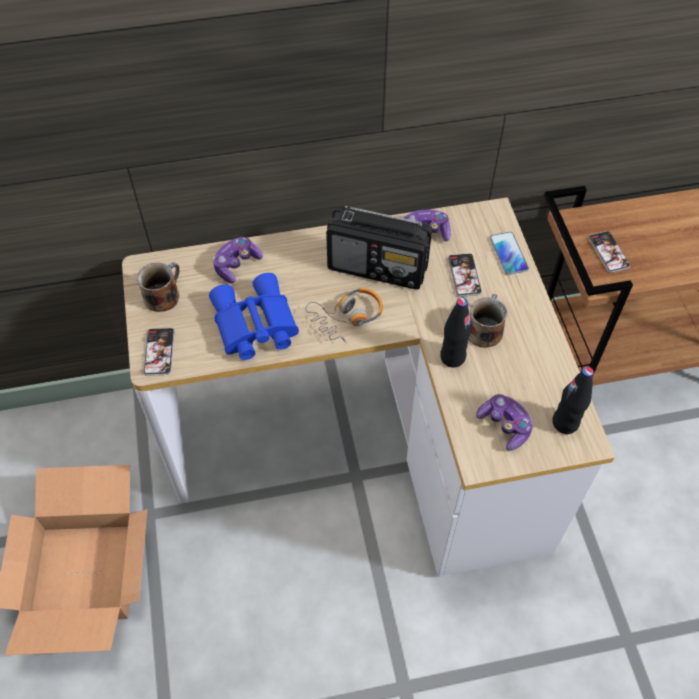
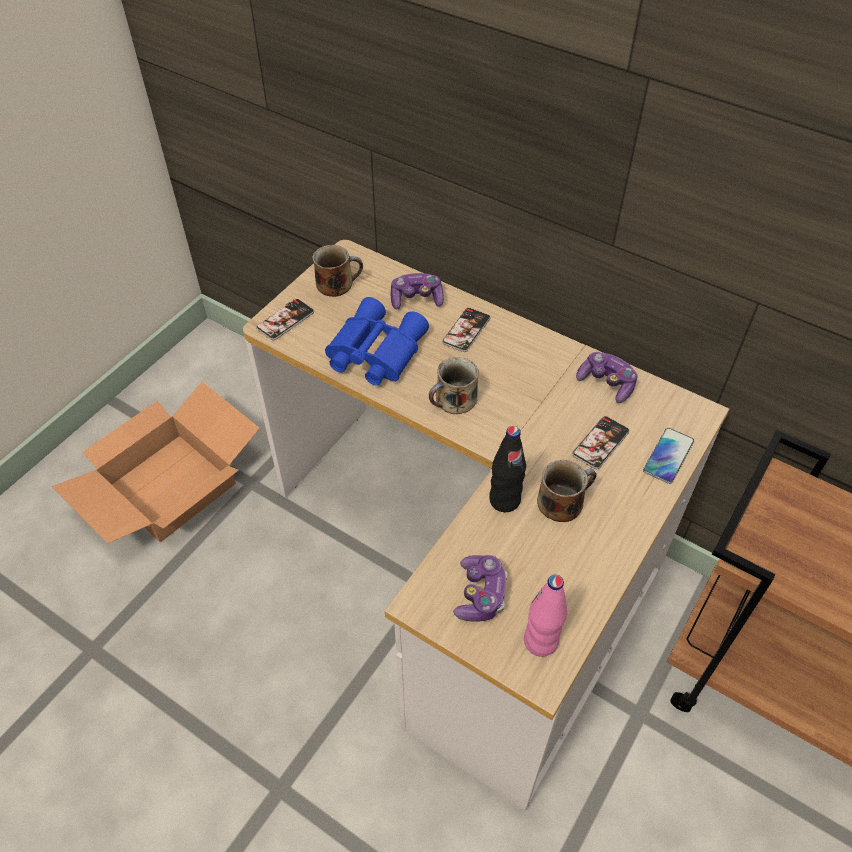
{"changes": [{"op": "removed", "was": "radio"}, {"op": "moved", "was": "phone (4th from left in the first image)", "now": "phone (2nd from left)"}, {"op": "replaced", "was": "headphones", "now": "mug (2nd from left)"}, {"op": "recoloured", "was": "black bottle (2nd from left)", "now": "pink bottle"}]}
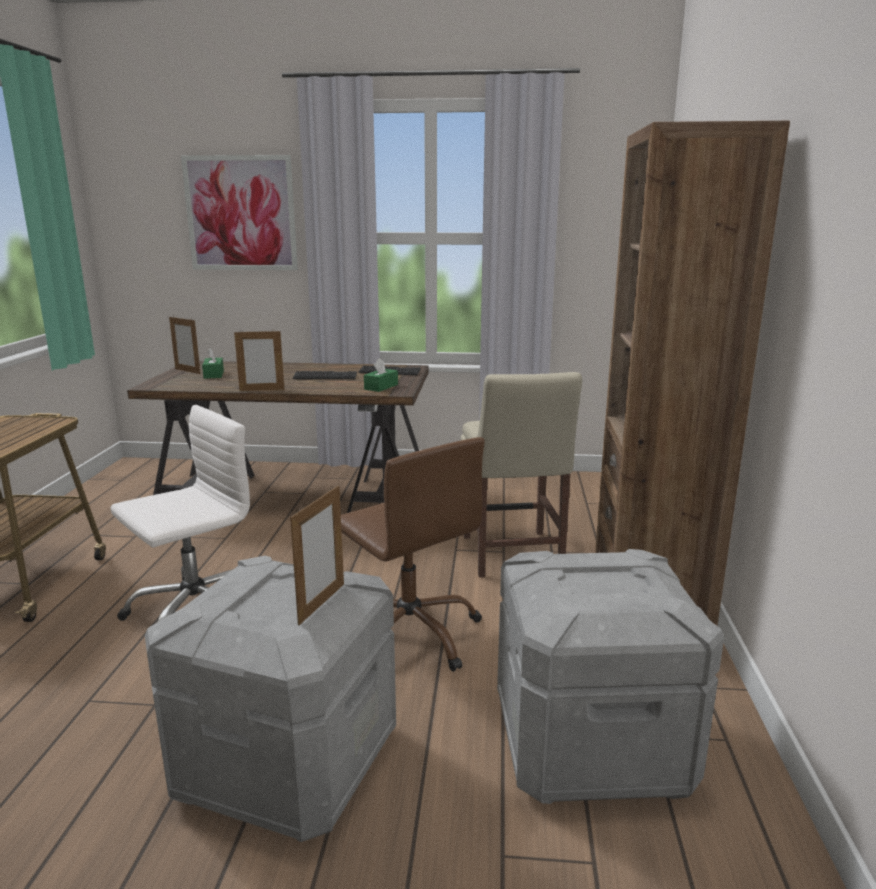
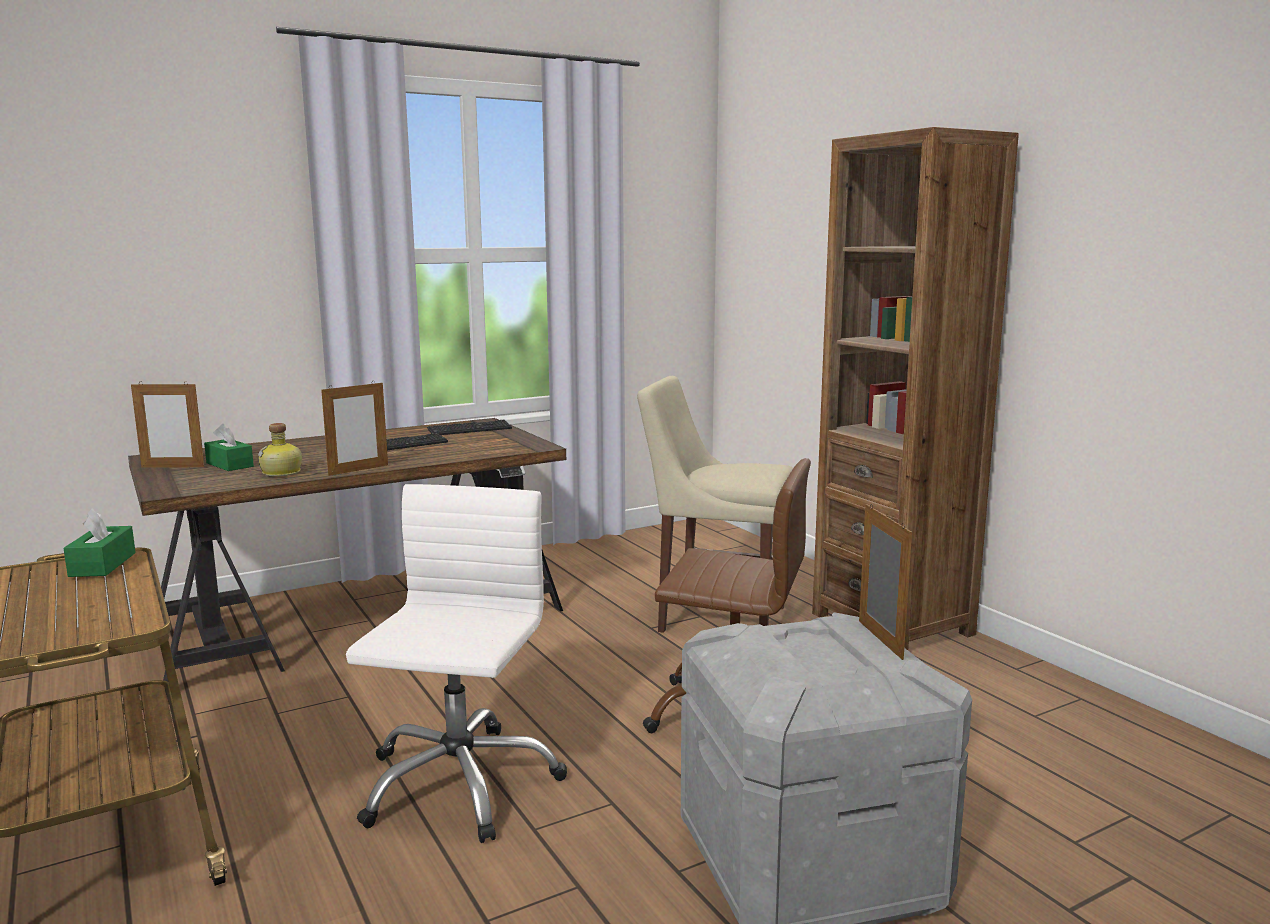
{"changes": [{"op": "removed", "was": "picture"}, {"op": "moved", "was": "green tissue box (2nd from left in the first image)", "now": "green tissue box (1st from left)"}, {"op": "turned", "was": "beige chair", "clockwise": 150}, {"op": "removed", "was": "grey storage box (2nd from left)"}, {"op": "added", "now": "bottle"}]}
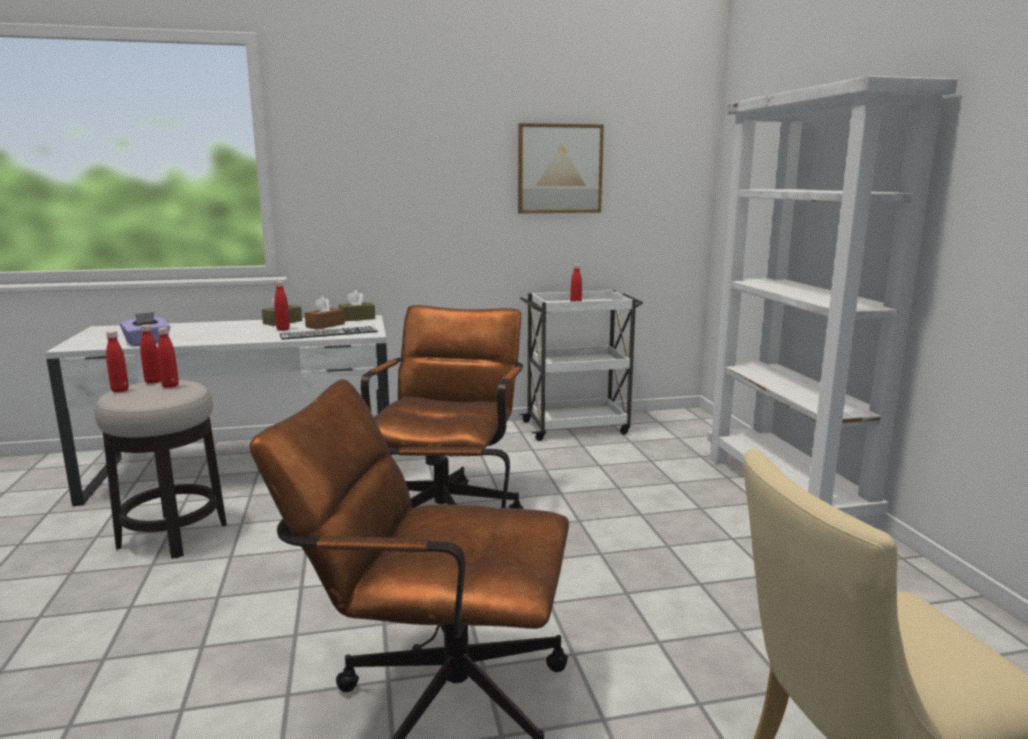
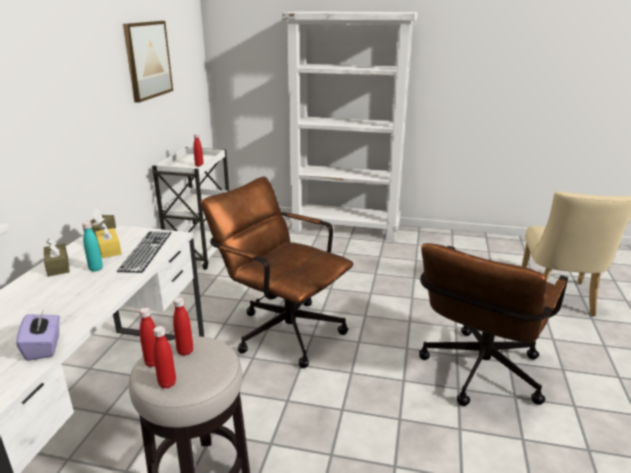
{"changes": [{"op": "recoloured", "was": "red bottle (4th from left)", "now": "turquoise bottle"}, {"op": "recoloured", "was": "brown tissue box (2nd from left)", "now": "yellow tissue box"}]}
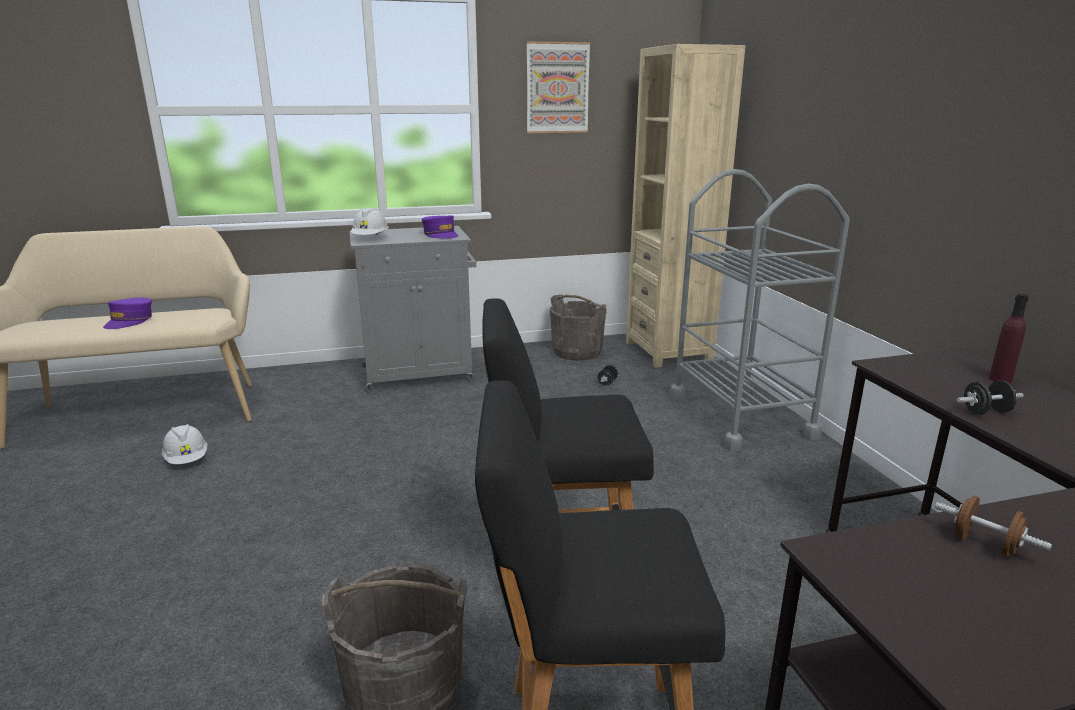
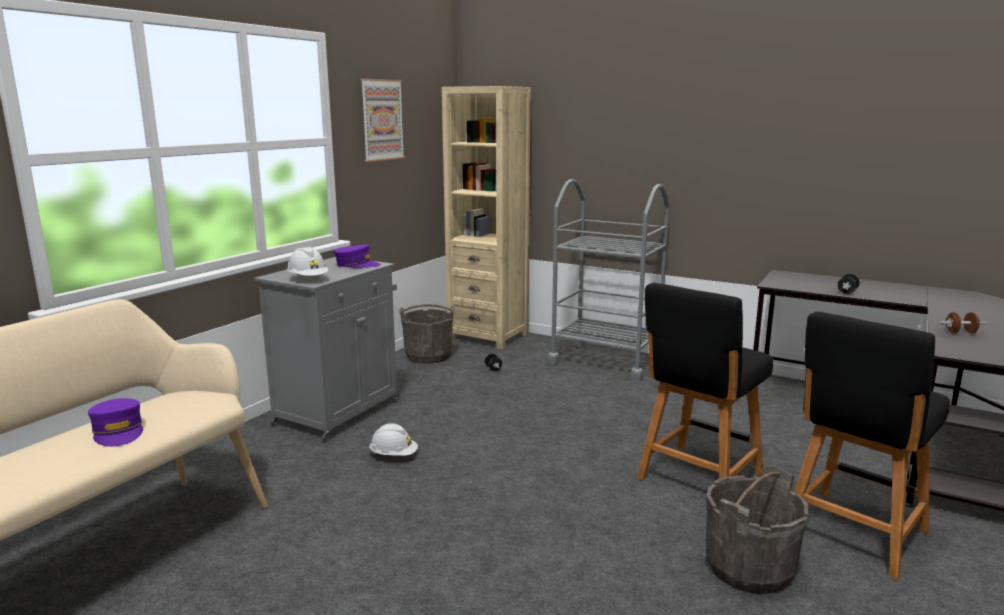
{"changes": [{"op": "removed", "was": "purple bottle"}, {"op": "moved", "was": "white hard hat (1st from left in the first image)", "now": "white hard hat (2nd from left)"}]}
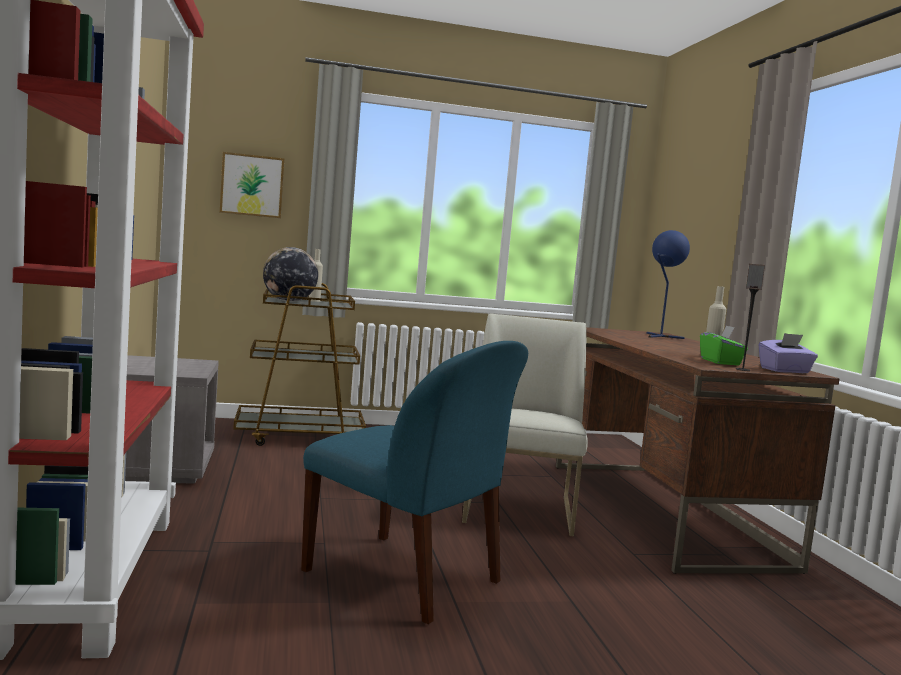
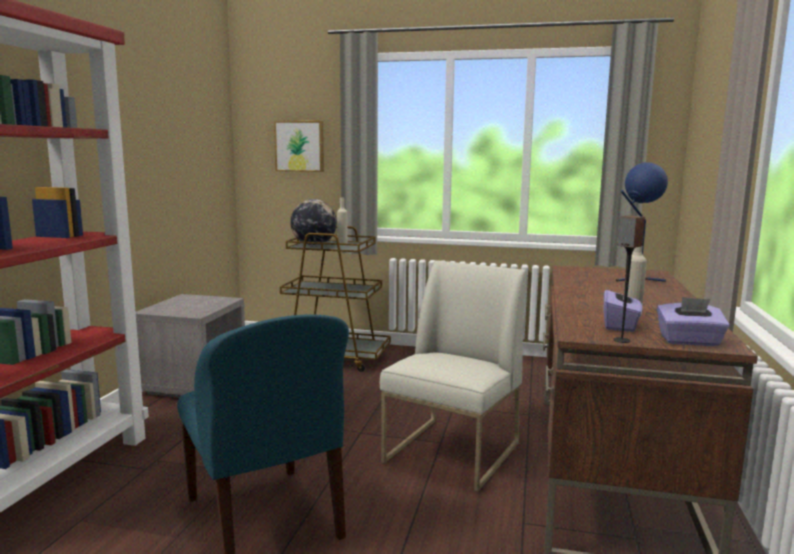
{"changes": [{"op": "recoloured", "was": "green tissue box", "now": "purple tissue box (1st from left)"}]}
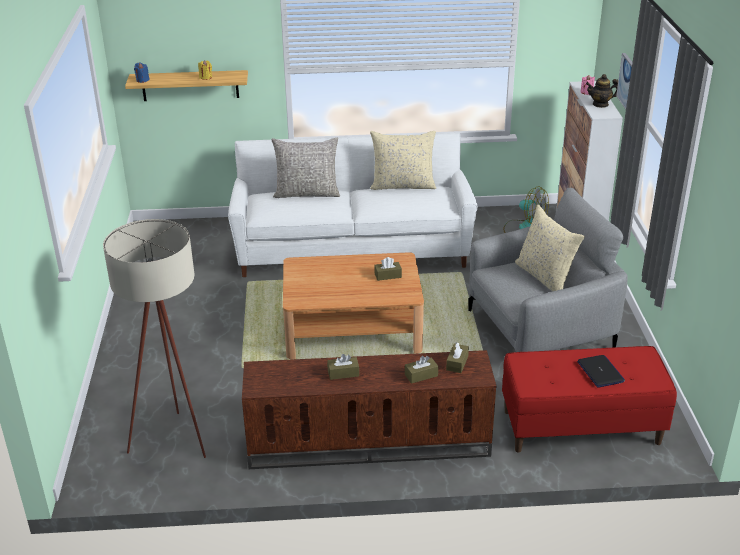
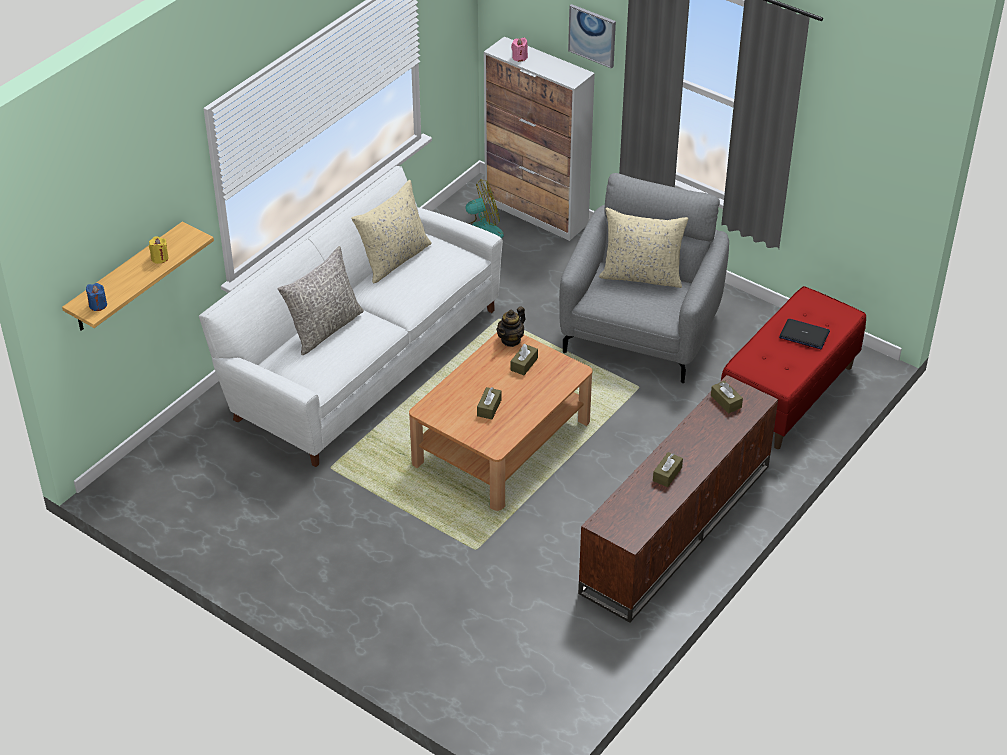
{"changes": [{"op": "moved", "was": "teapot"}, {"op": "removed", "was": "beige floor lamp"}, {"op": "moved", "was": "brown tissue box (3rd from left in the first image)", "now": "brown tissue box (1st from left)"}]}
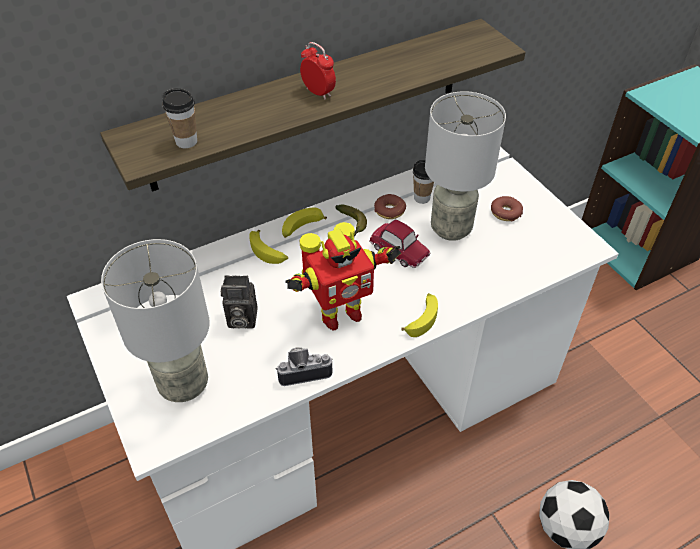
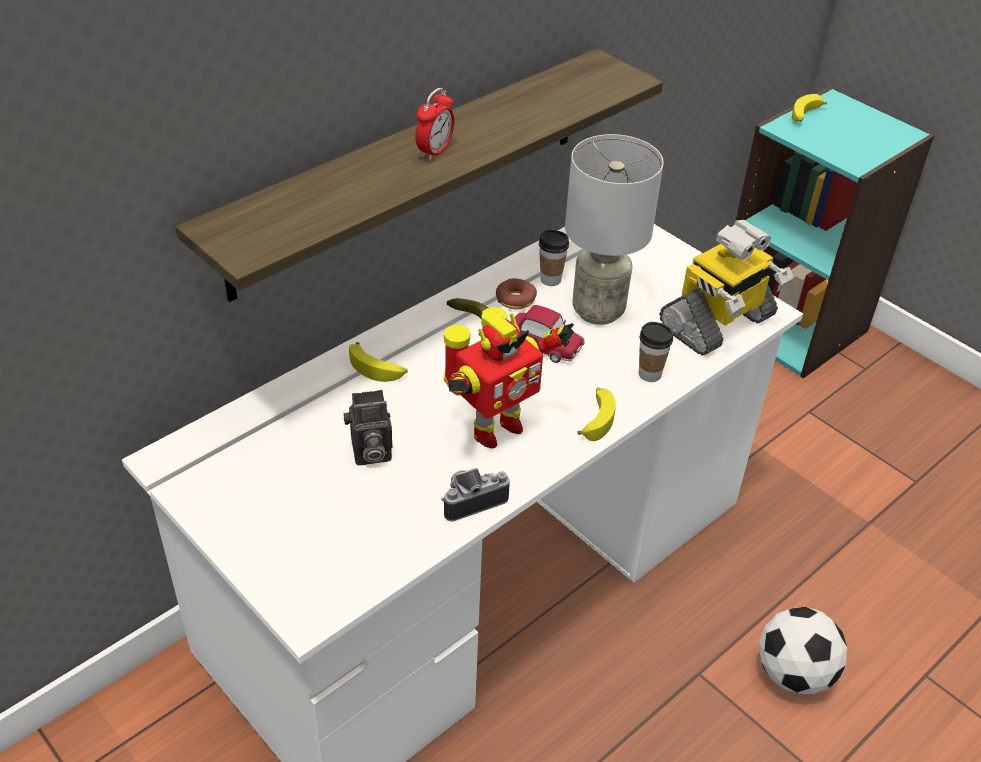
{"changes": [{"op": "turned", "was": "alarm clock", "clockwise": 90}, {"op": "moved", "was": "cup (1st from left in the first image)", "now": "cup (2nd from left)"}, {"op": "removed", "was": "donut (2nd from left)"}, {"op": "moved", "was": "banana (2nd from left in the first image)", "now": "banana (4th from left)"}, {"op": "removed", "was": "grey table lamp (1st from left)"}, {"op": "added", "now": "toy robot (2nd from left)"}]}
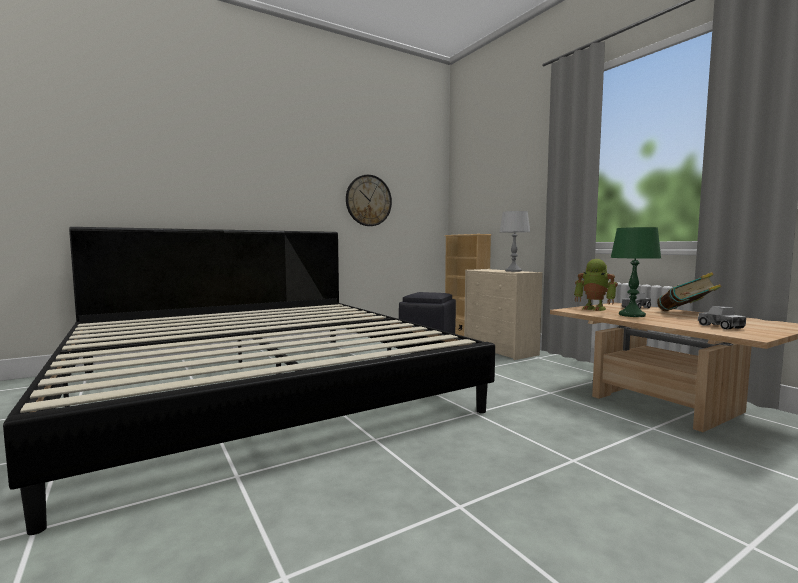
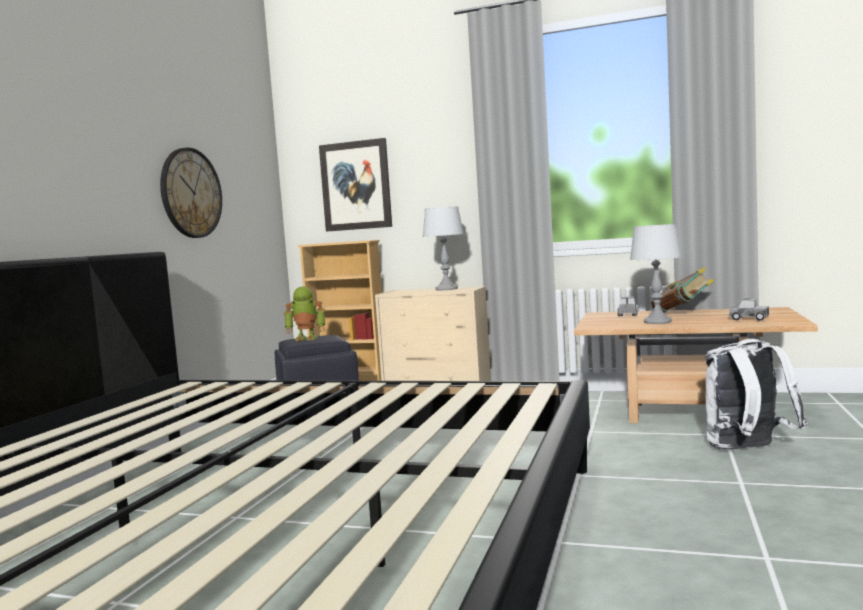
{"changes": [{"op": "recoloured", "was": "green table lamp", "now": "grey table lamp (2nd from left)"}, {"op": "moved", "was": "toy robot"}, {"op": "added", "now": "picture"}, {"op": "added", "now": "white backpack"}]}
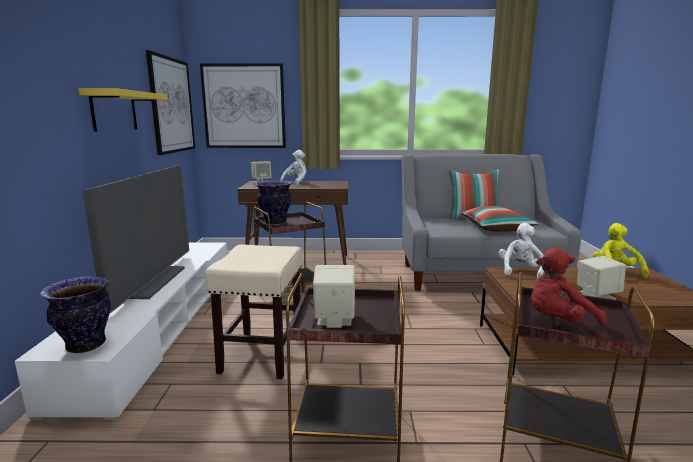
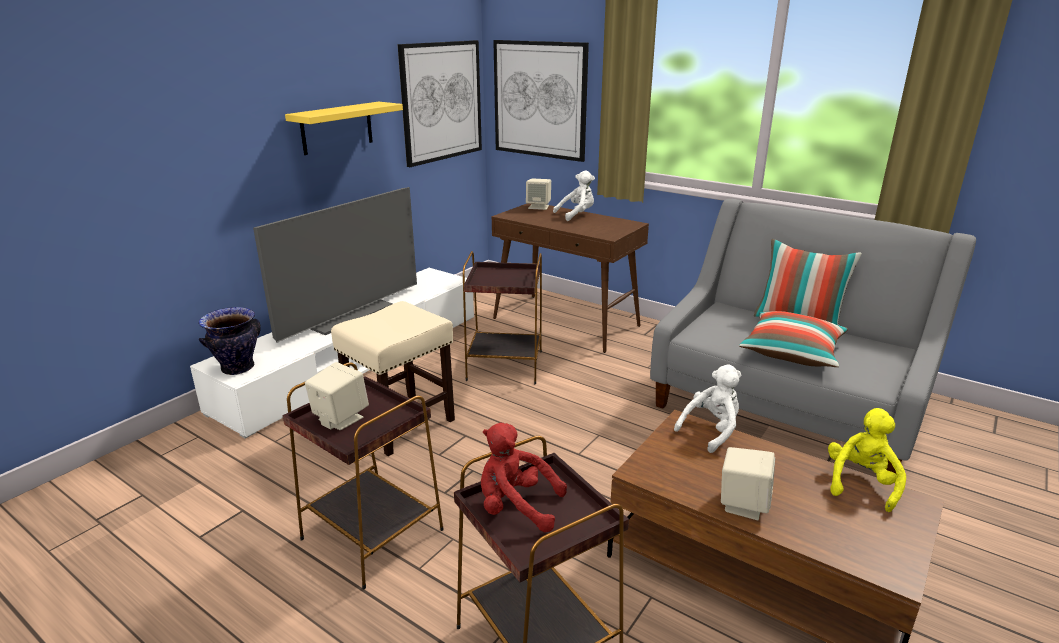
{"changes": [{"op": "removed", "was": "vase (2nd from left)"}]}
